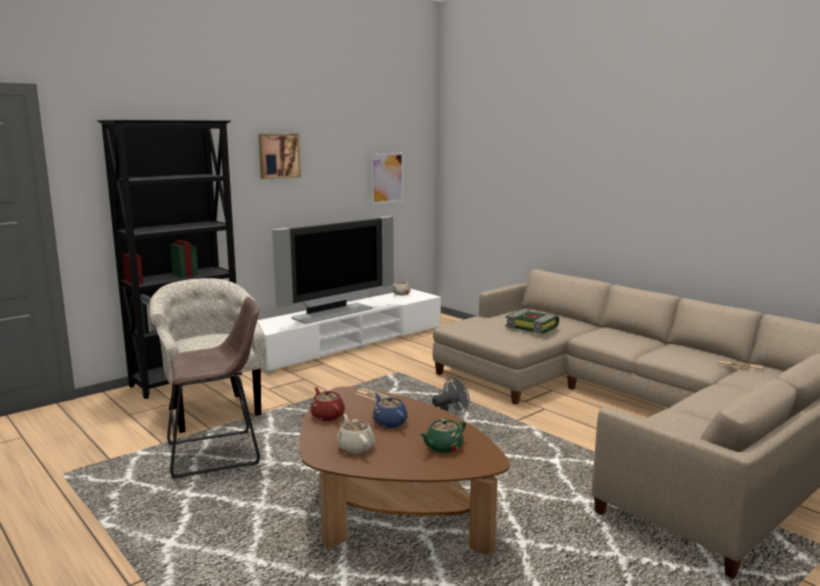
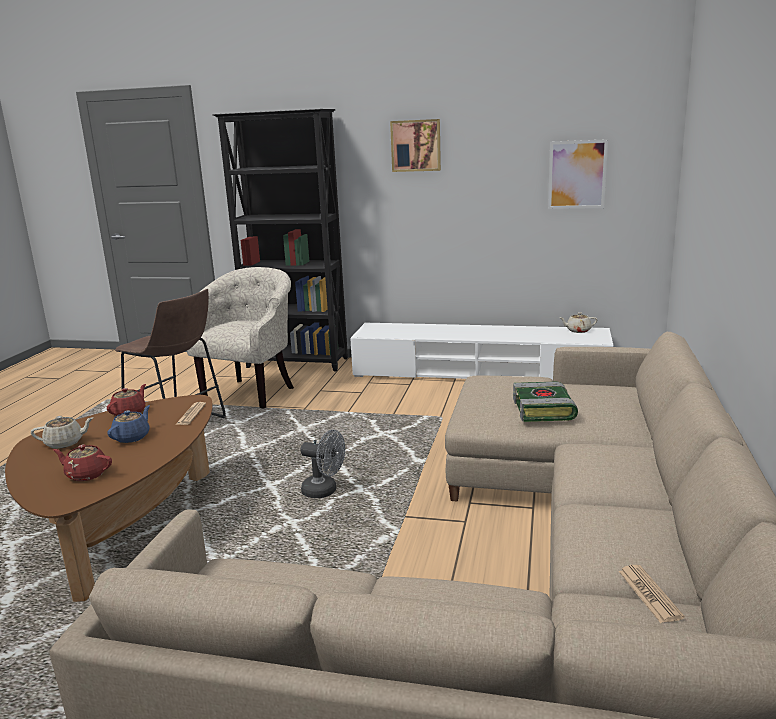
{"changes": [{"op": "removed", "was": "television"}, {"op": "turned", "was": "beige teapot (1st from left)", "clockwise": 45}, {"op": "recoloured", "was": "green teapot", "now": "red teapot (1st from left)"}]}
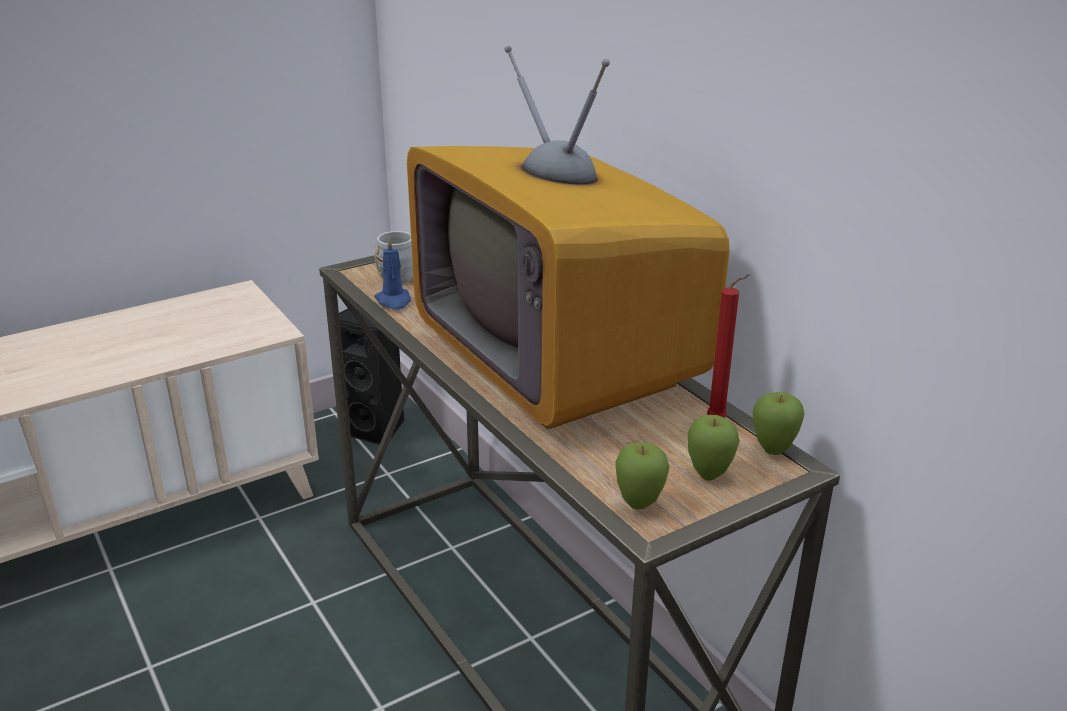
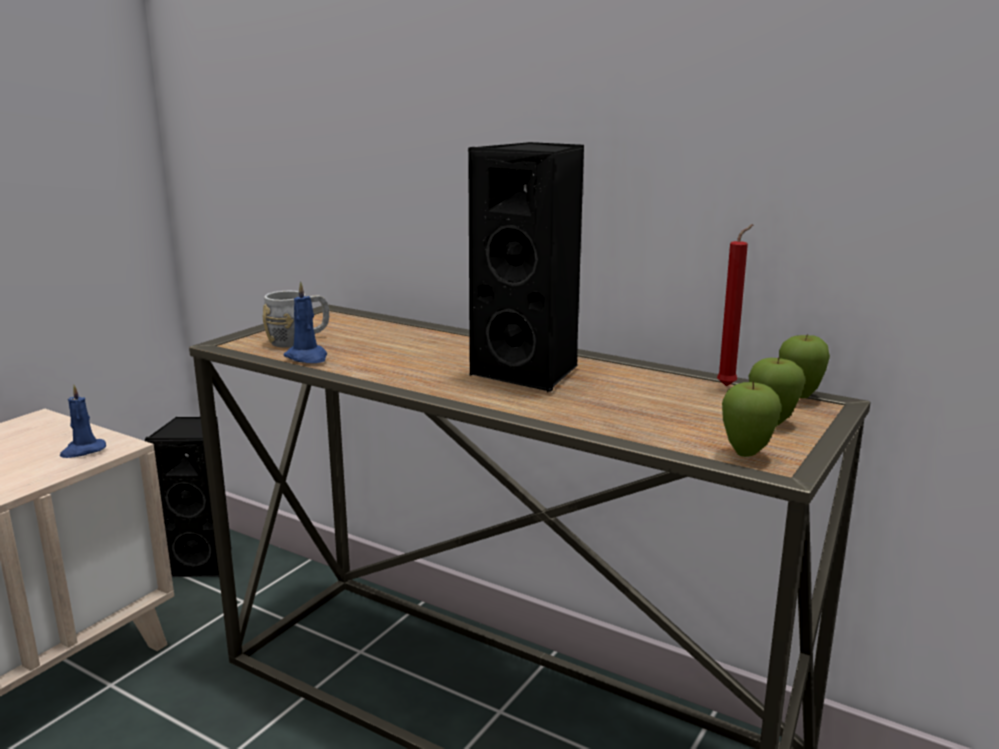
{"changes": [{"op": "replaced", "was": "television", "now": "black speaker (2nd from left)"}, {"op": "added", "now": "blue candle (1st from left)"}]}
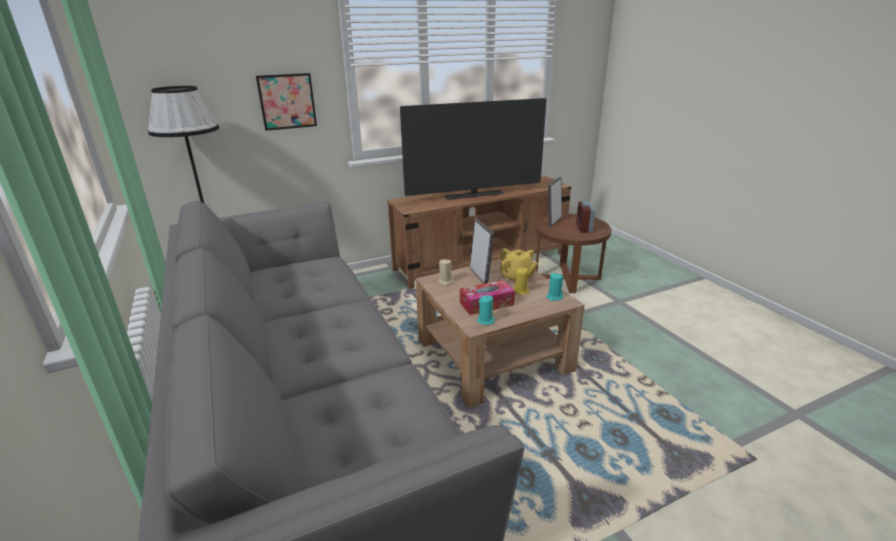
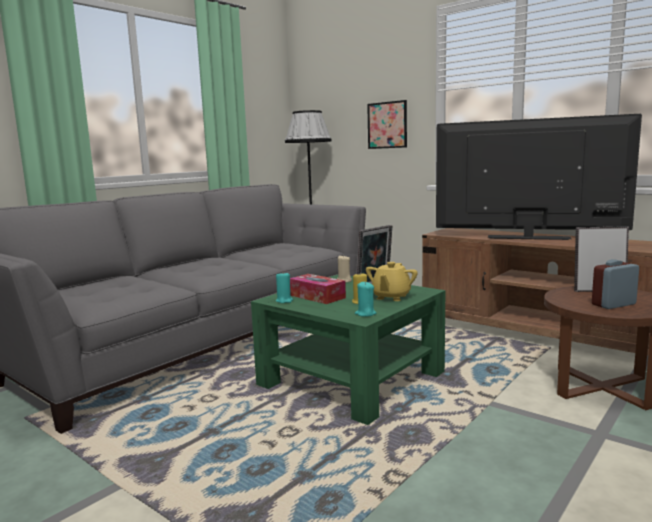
{"changes": [{"op": "turned", "was": "television", "clockwise": 150}, {"op": "recoloured", "was": "brown coffee table", "now": "green coffee table"}]}
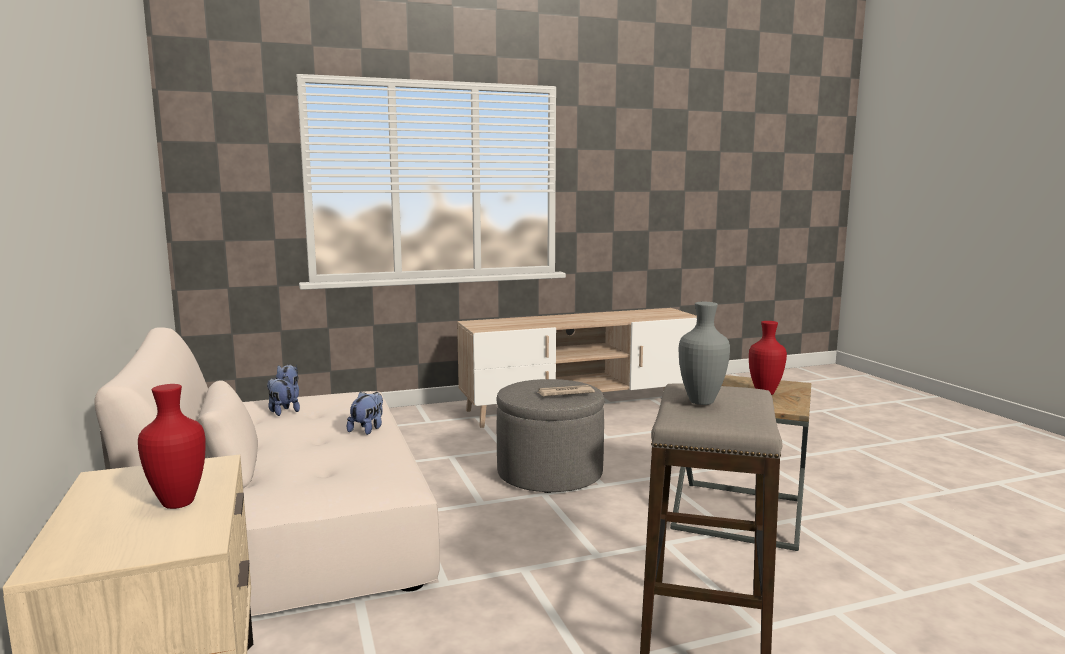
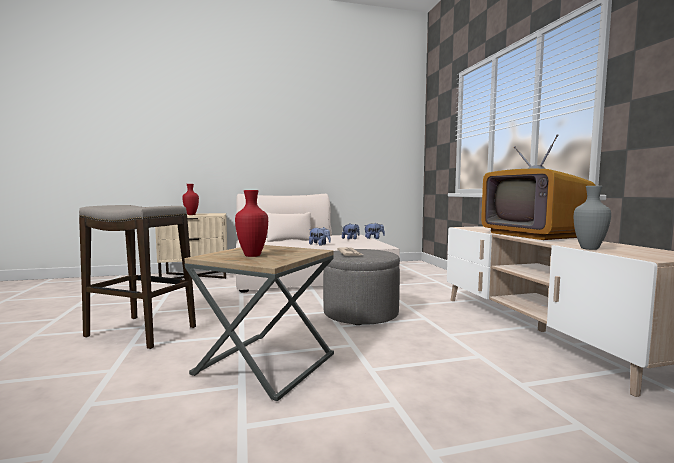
{"changes": [{"op": "moved", "was": "grey vase"}, {"op": "added", "now": "television"}]}
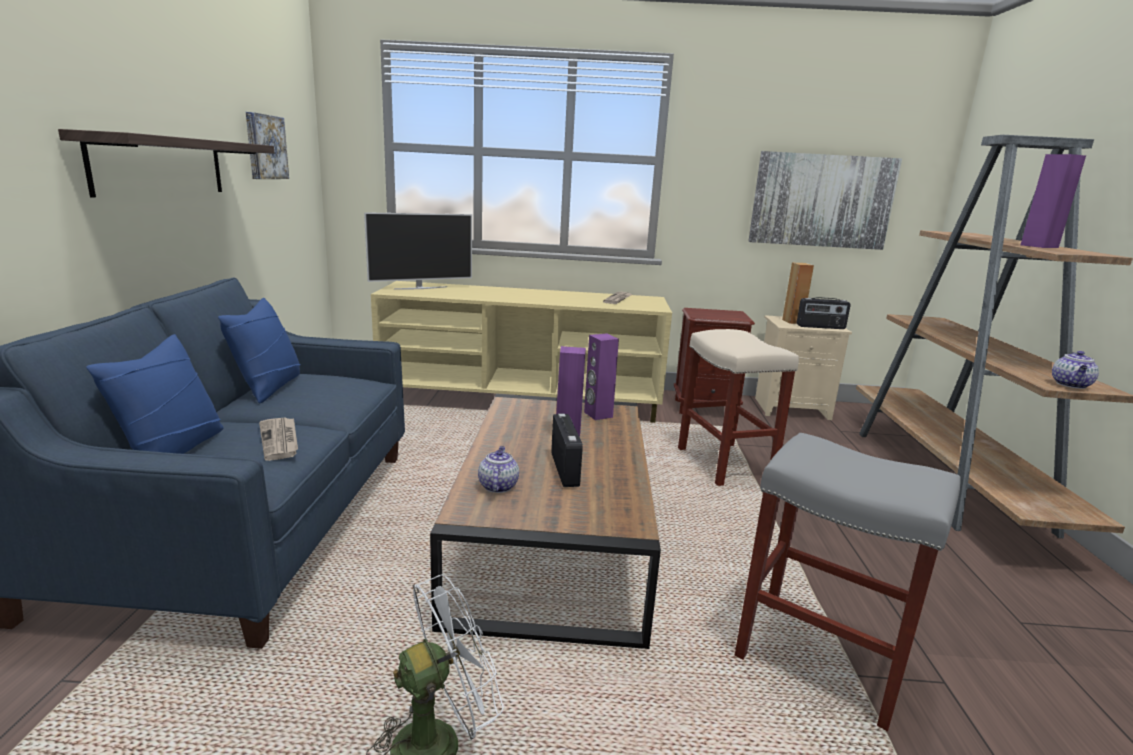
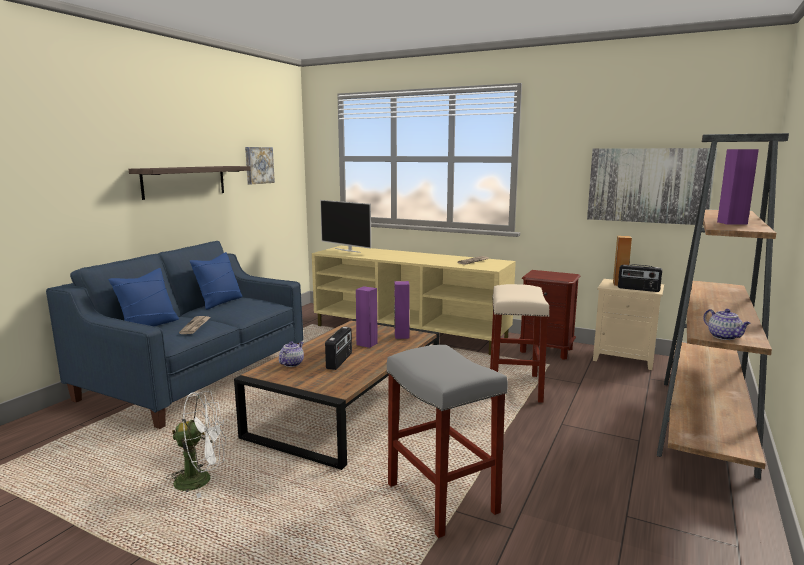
{"changes": [{"op": "turned", "was": "television", "clockwise": 45}, {"op": "turned", "was": "teapot (2nd from left)", "clockwise": -75}]}
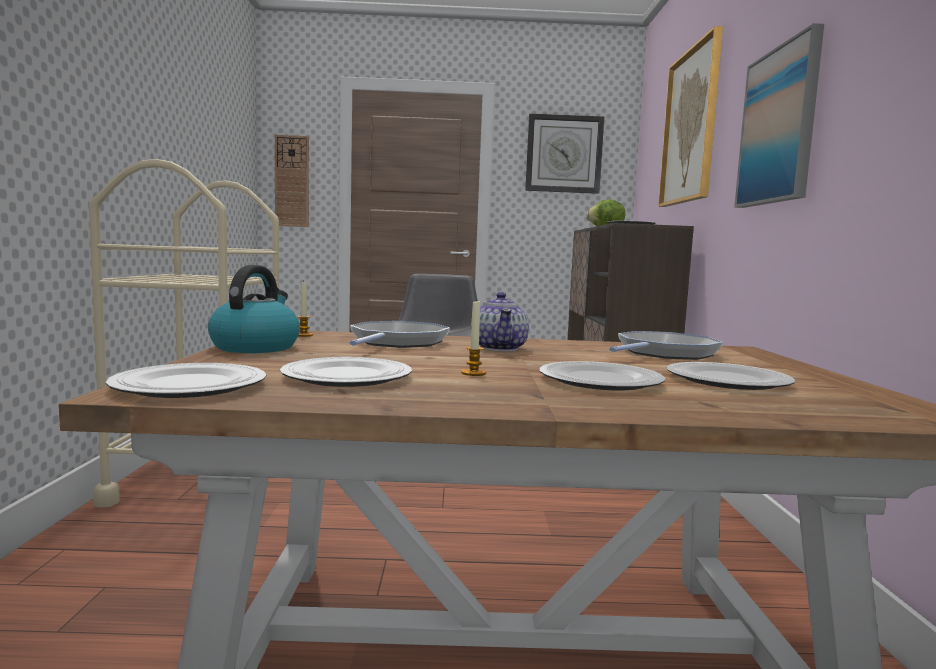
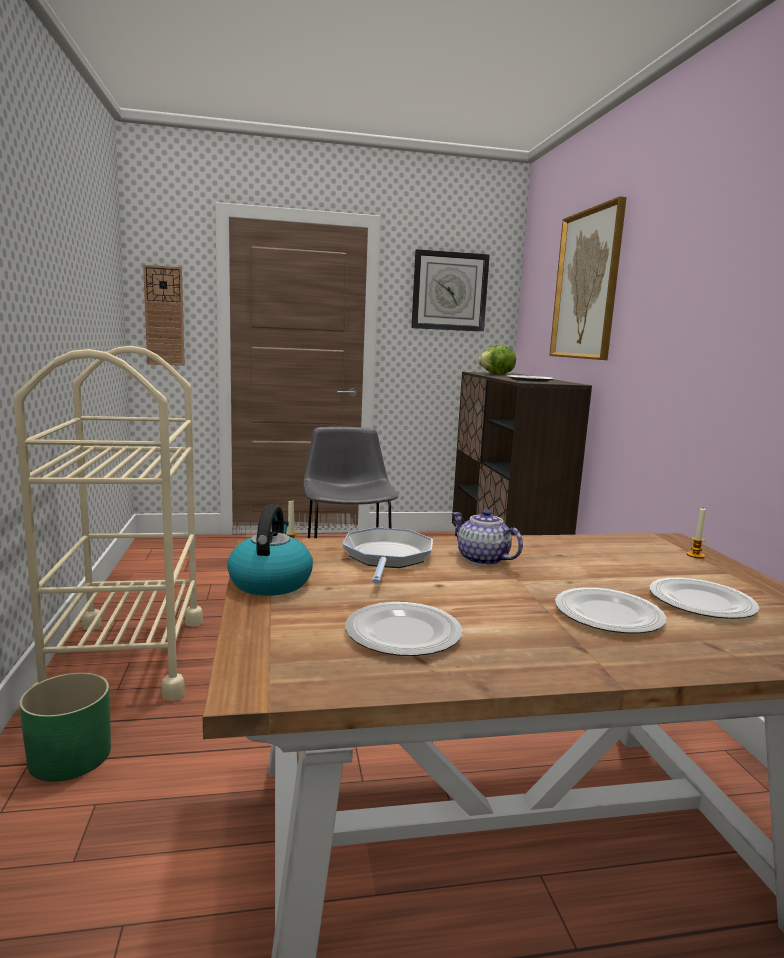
{"changes": [{"op": "removed", "was": "picture (2nd from left)"}, {"op": "turned", "was": "teapot", "clockwise": 150}, {"op": "moved", "was": "candle (2nd from left)"}, {"op": "removed", "was": "frying pan (2nd from left)"}, {"op": "removed", "was": "plate (1st from left)"}, {"op": "added", "now": "green planter"}]}
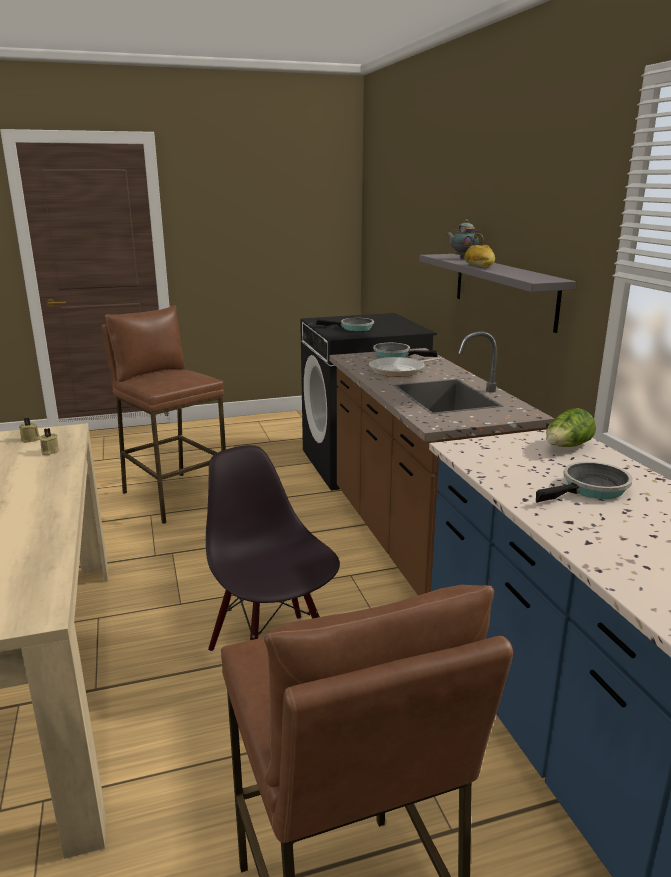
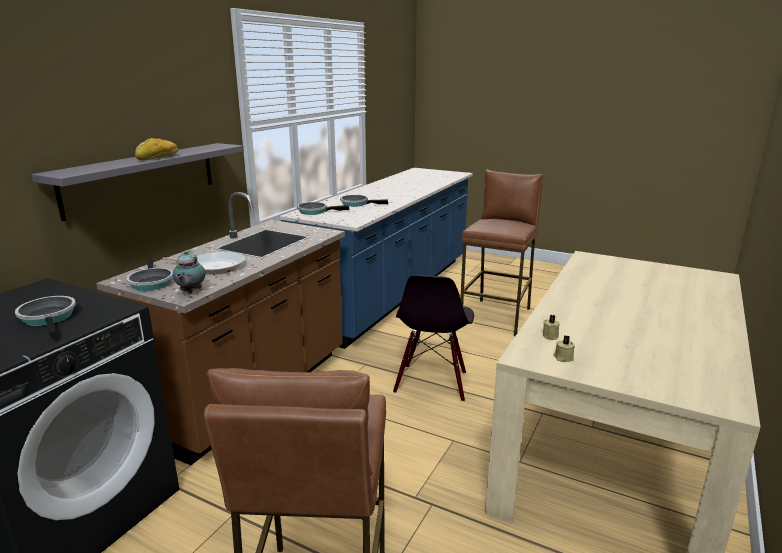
{"changes": [{"op": "moved", "was": "teapot"}, {"op": "replaced", "was": "lettuce", "now": "frying pan (4th from left)"}]}
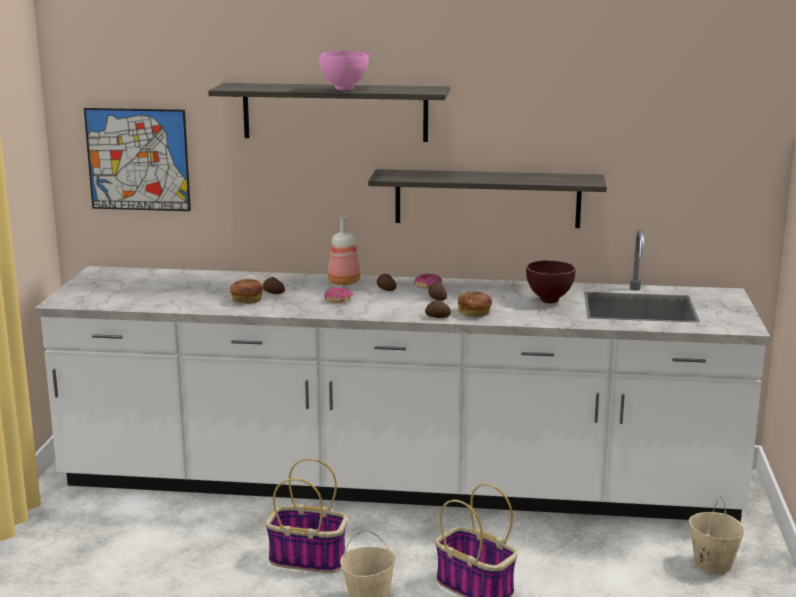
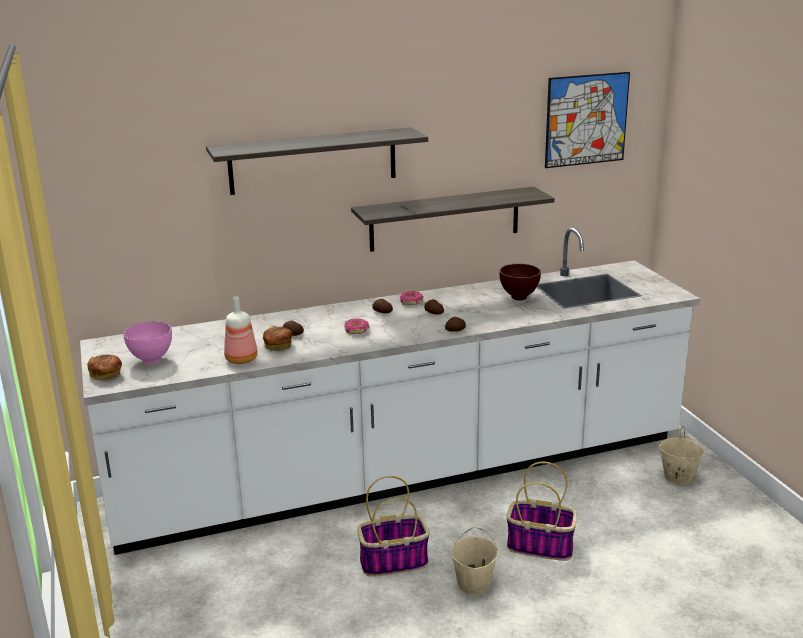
{"changes": [{"op": "moved", "was": "pink bowl"}, {"op": "moved", "was": "picture"}, {"op": "moved", "was": "bottle"}, {"op": "moved", "was": "bread (2nd from left in the first image)", "now": "bread (1st from left)"}]}
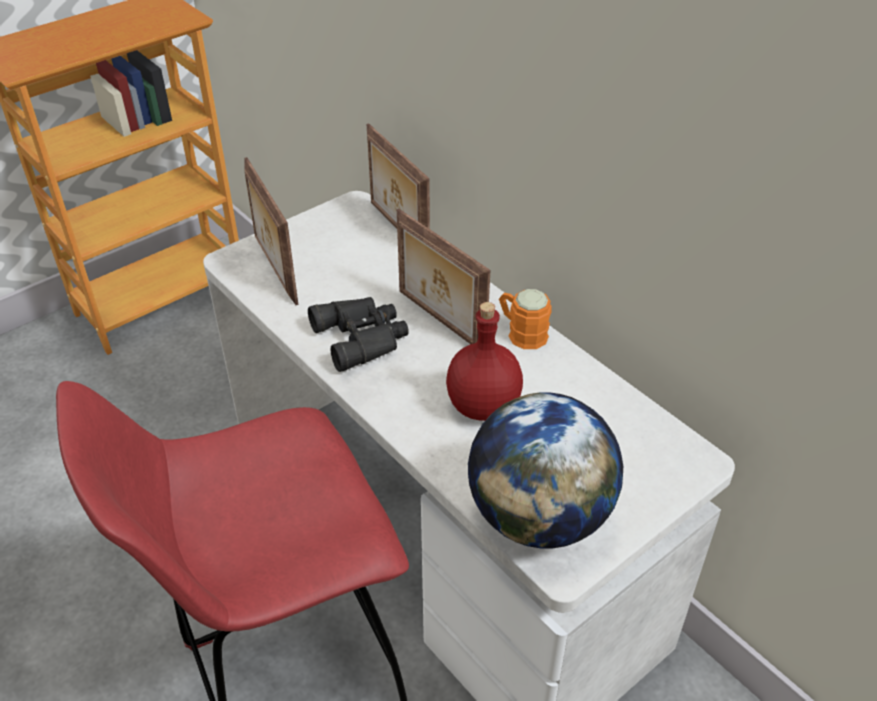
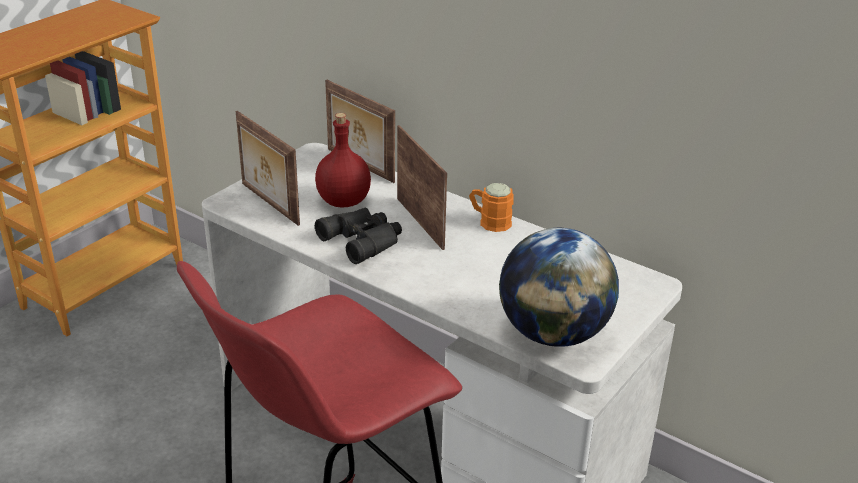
{"changes": [{"op": "turned", "was": "picture frame (3rd from left)", "clockwise": -150}, {"op": "moved", "was": "red bottle"}]}
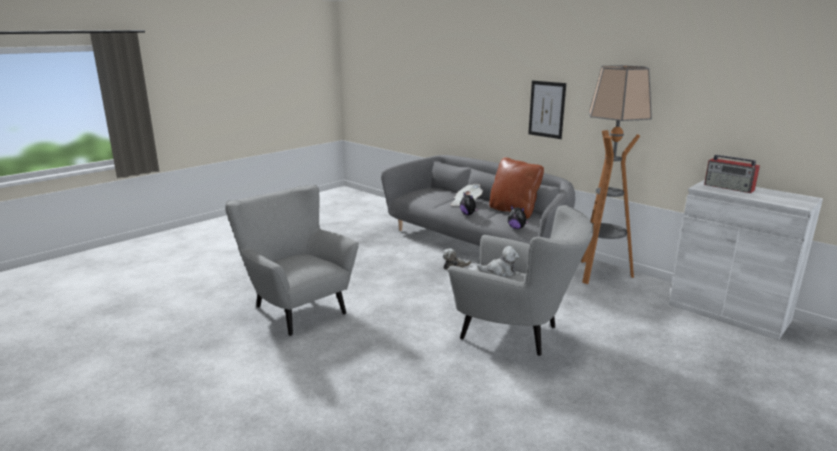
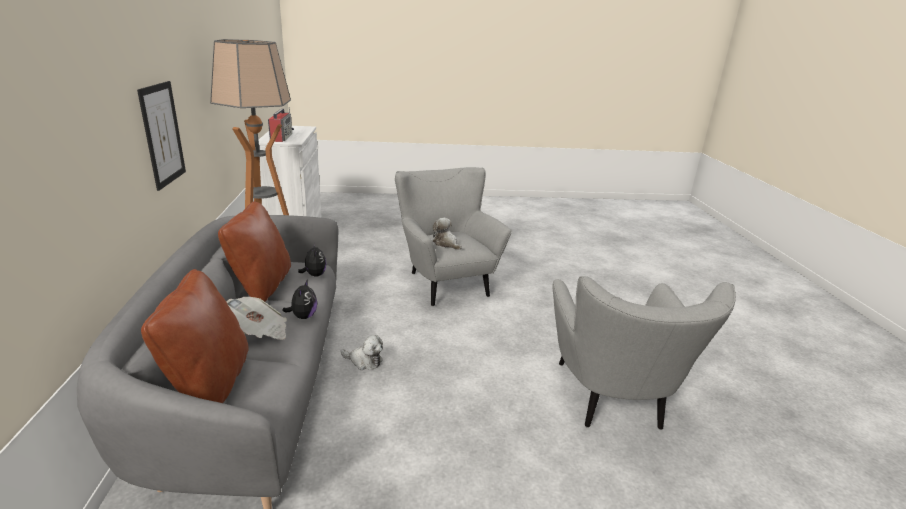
{"changes": [{"op": "added", "now": "brown pillow (1st from left)"}]}
